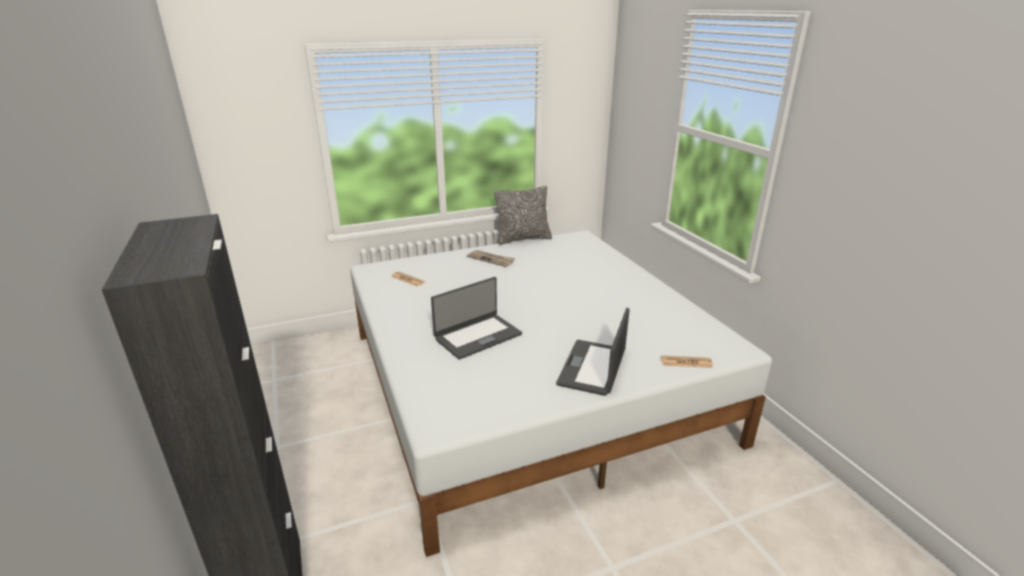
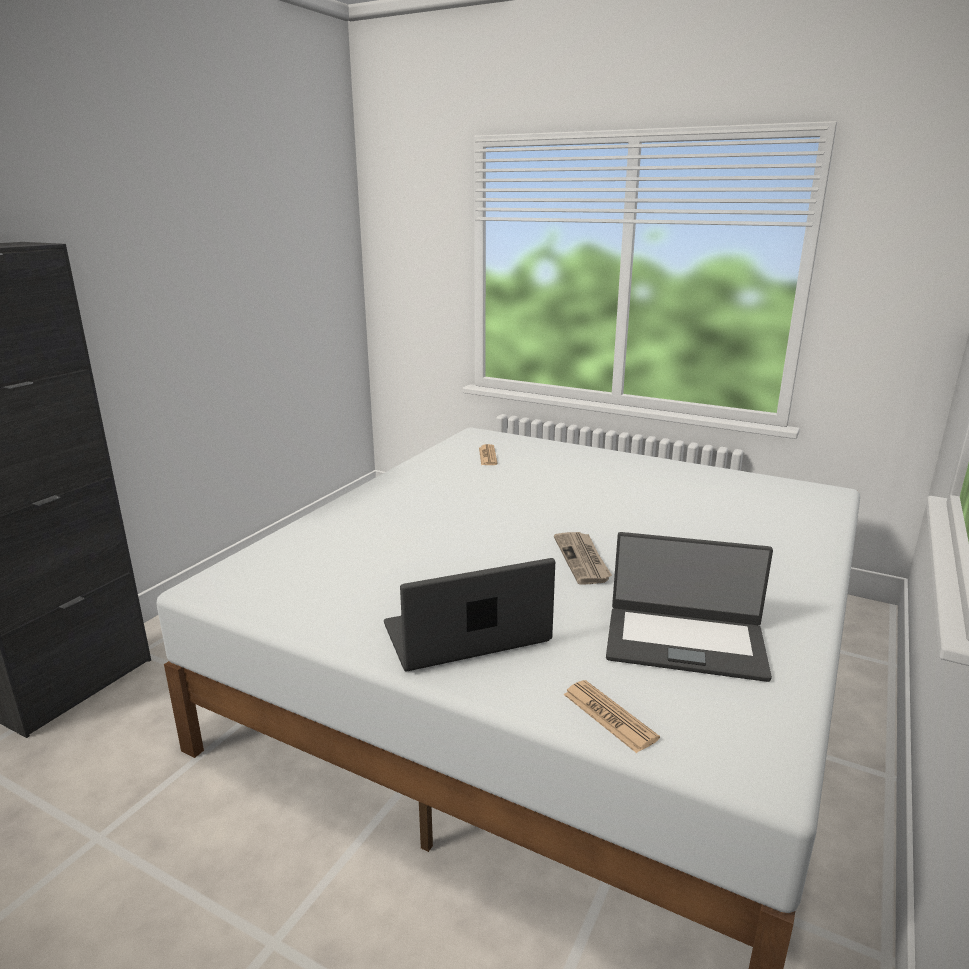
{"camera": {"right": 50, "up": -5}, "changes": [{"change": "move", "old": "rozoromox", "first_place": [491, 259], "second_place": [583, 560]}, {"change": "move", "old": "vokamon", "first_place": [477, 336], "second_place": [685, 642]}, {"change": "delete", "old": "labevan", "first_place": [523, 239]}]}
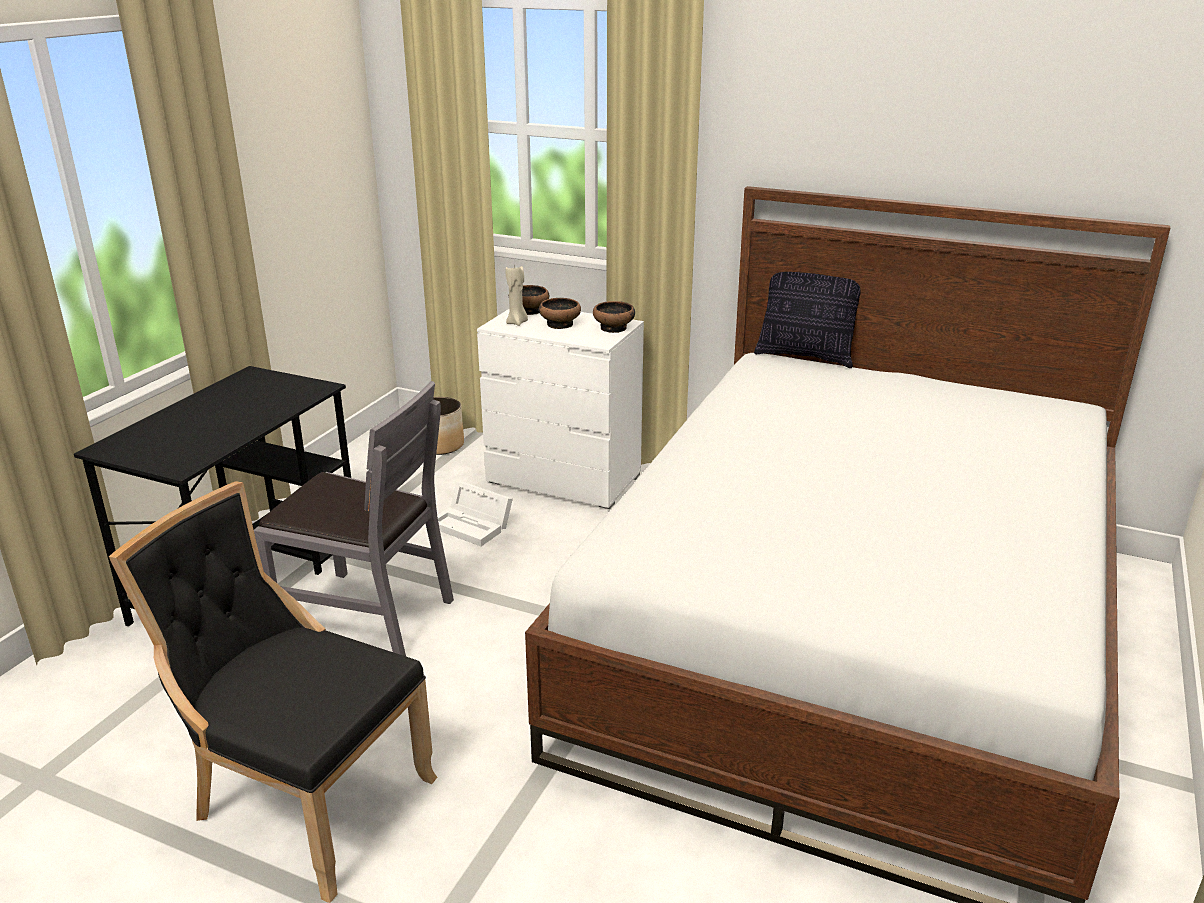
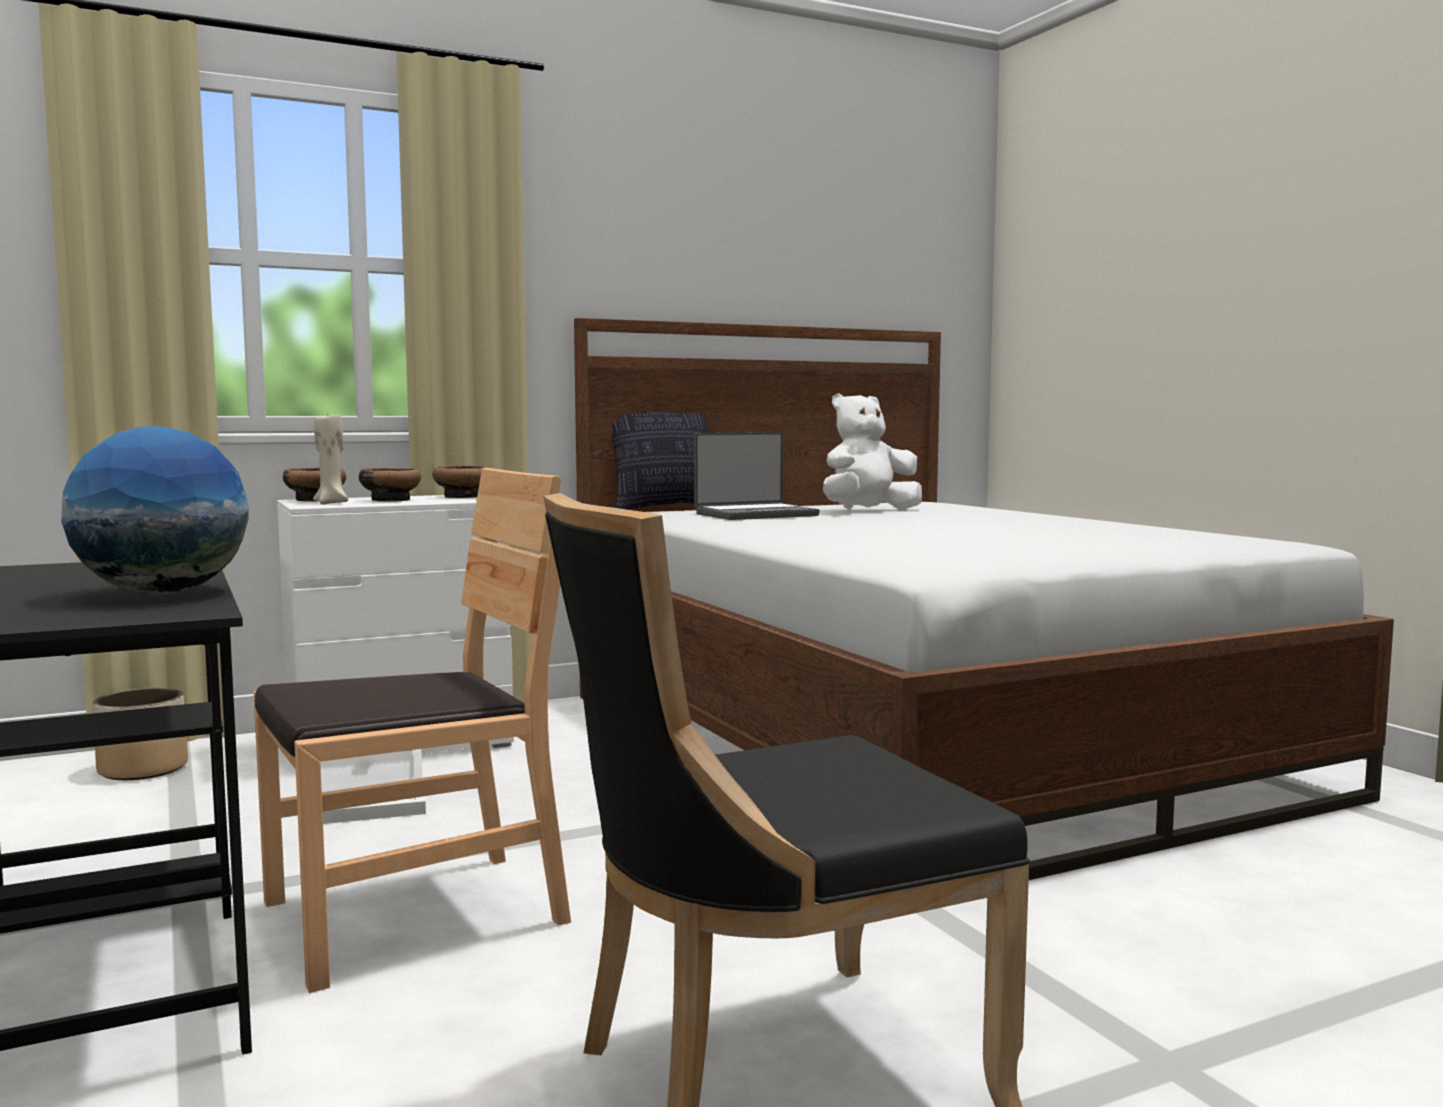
{"camera": {"right": -50, "up": -20}, "changes": [{"change": "insert", "new": "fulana", "second_place": [162, 593]}, {"change": "recolor", "old": "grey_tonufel", "new": "brown_tonufel", "first_place": [366, 616], "second_place": [414, 915]}, {"change": "insert", "new": "vokamon", "second_place": [755, 515]}, {"change": "insert", "new": "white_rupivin", "second_place": [868, 511]}]}
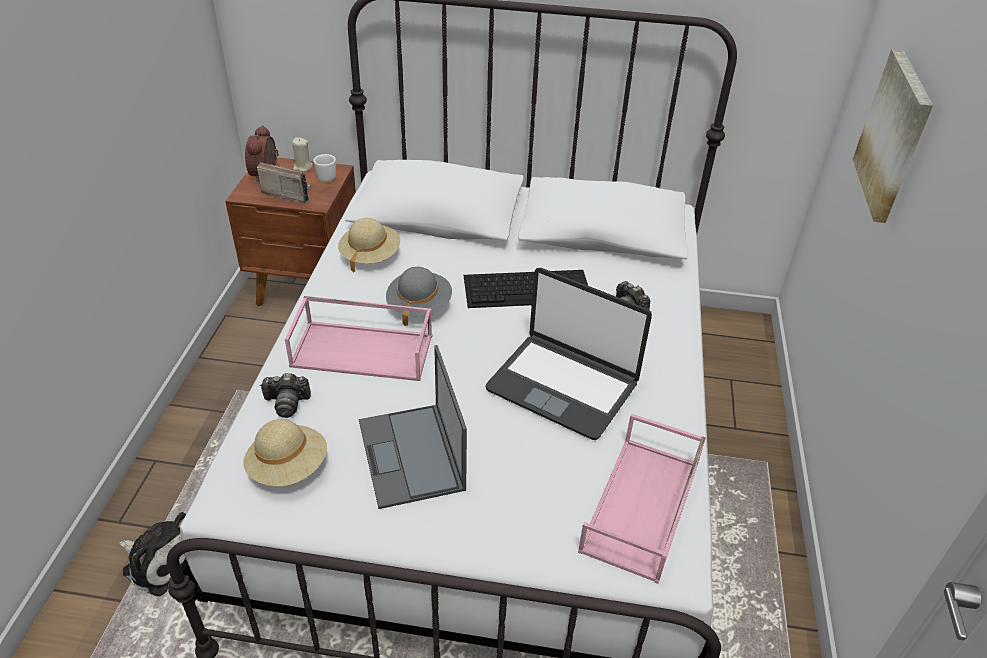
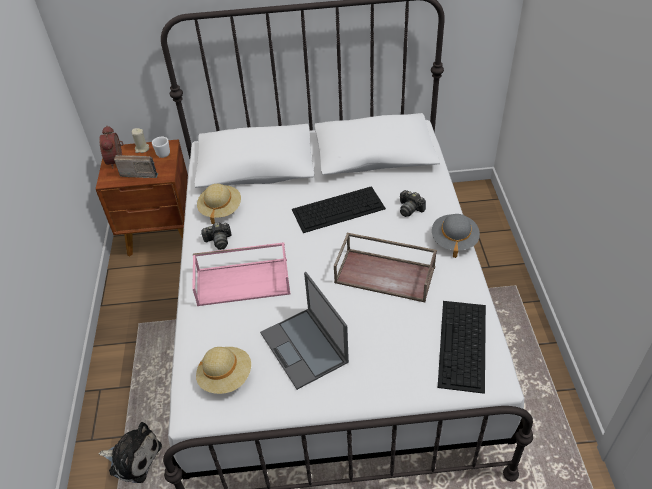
{"camera": {"right": -10, "up": 5}, "changes": [{"change": "move", "old": "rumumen", "first_place": [287, 402], "second_place": [218, 241]}, {"change": "replace", "old": "vokamon", "new": "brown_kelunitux", "first_place": [563, 386], "second_place": [386, 274]}, {"change": "move", "old": "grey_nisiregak", "first_place": [419, 306], "second_place": [454, 240]}, {"change": "replace", "old": "pink_kelunitux", "new": "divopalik", "first_place": [642, 508], "second_place": [463, 345]}, {"change": "delete", "old": "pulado", "first_place": [894, 135]}]}
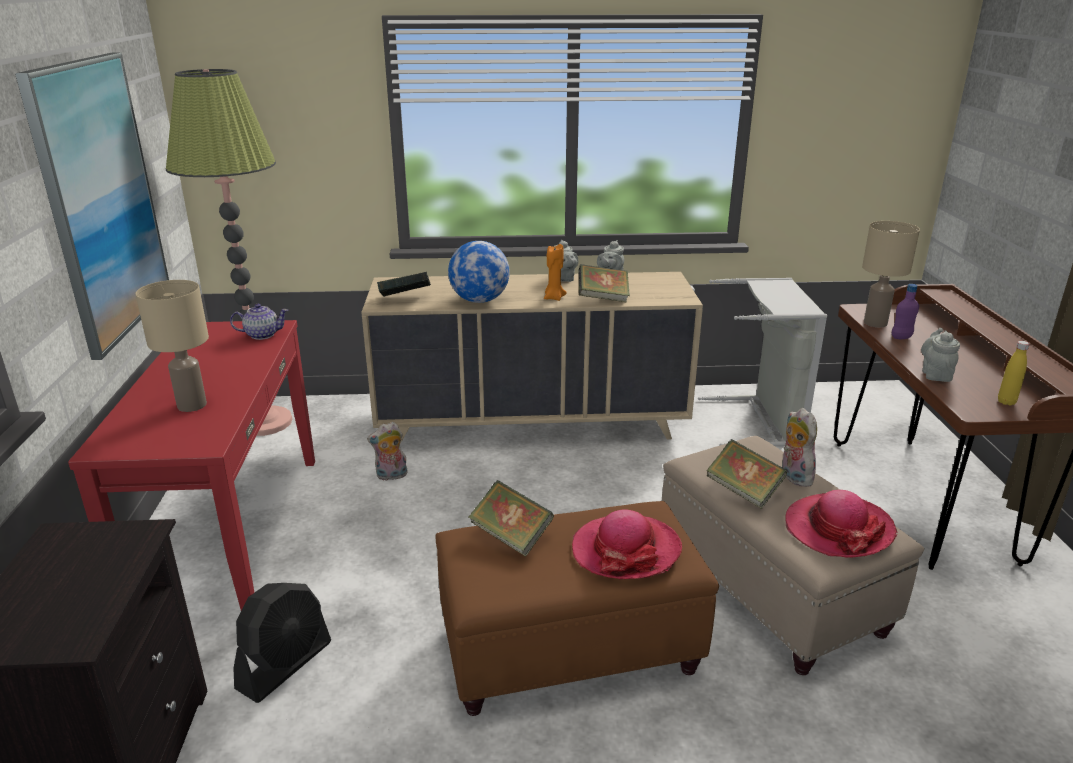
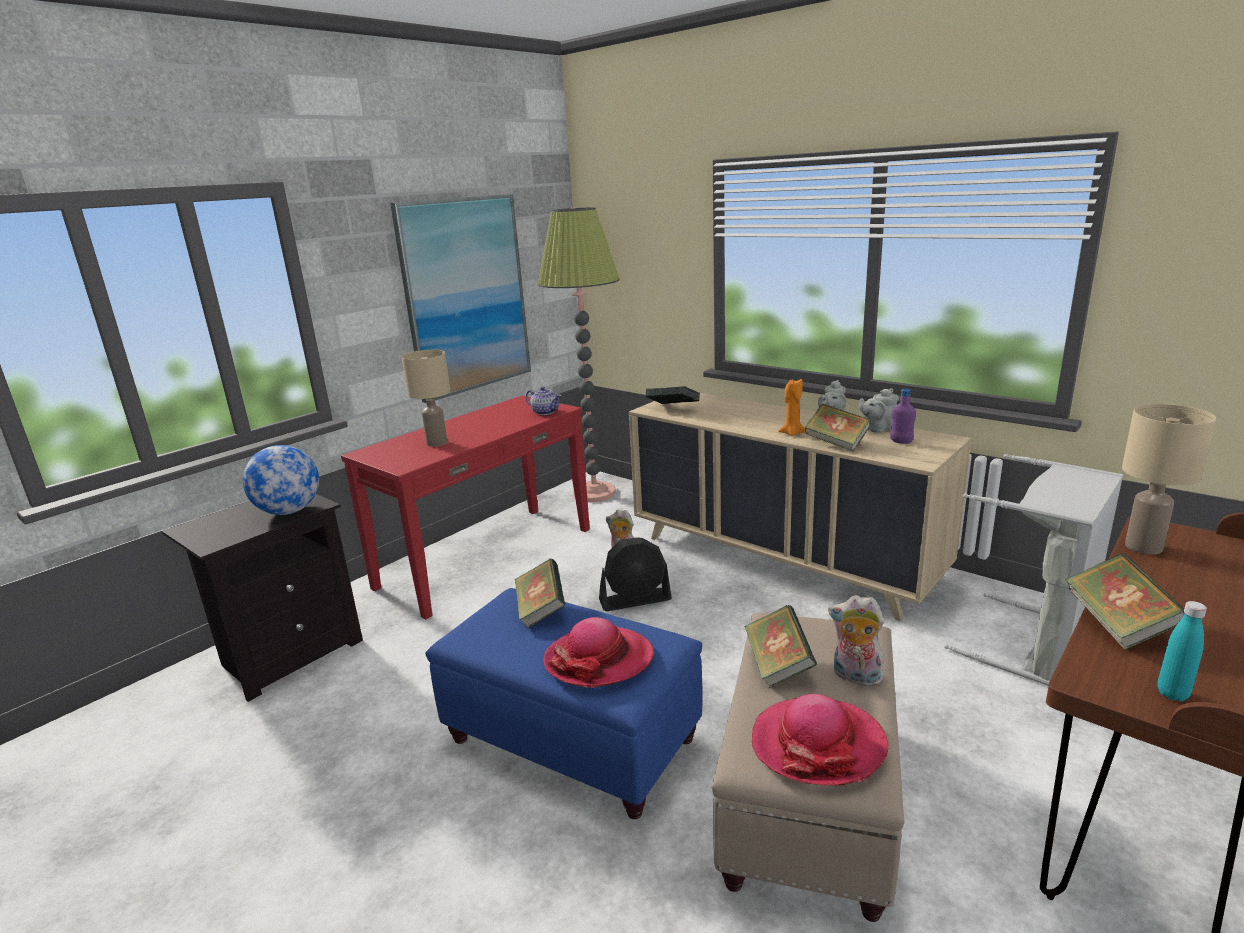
{"camera": {"right": 45, "up": -5}, "changes": [{"change": "move", "old": "fulana", "first_place": [480, 301], "second_place": [289, 511]}, {"change": "recolor", "old": "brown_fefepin", "new": "blue_fefepin", "first_place": [571, 649], "second_place": [573, 740]}, {"change": "move", "old": "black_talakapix", "first_place": [285, 665], "second_place": [635, 600]}, {"change": "rotate", "old": "rupivin", "first_place": [793, 476], "second_place": [855, 677], "degrees": -90}, {"change": "move", "old": "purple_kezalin", "first_place": [901, 337], "second_place": [901, 442]}, {"change": "replace", "old": "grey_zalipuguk", "new": "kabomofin", "first_place": [935, 374], "second_place": [1117, 625]}, {"change": "recolor", "old": "yellow_kezalin", "new": "turquoise_kezalin", "first_place": [1006, 402], "second_place": [1172, 694]}]}
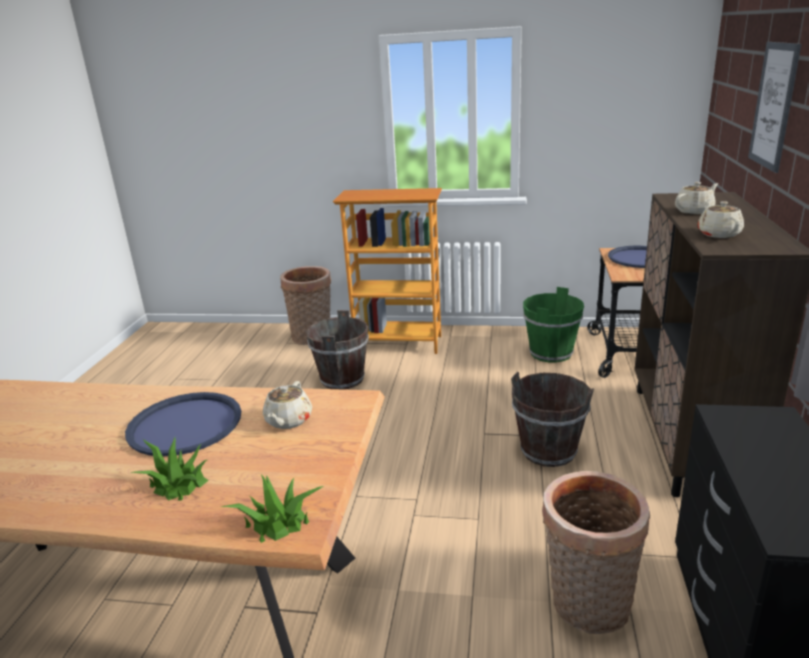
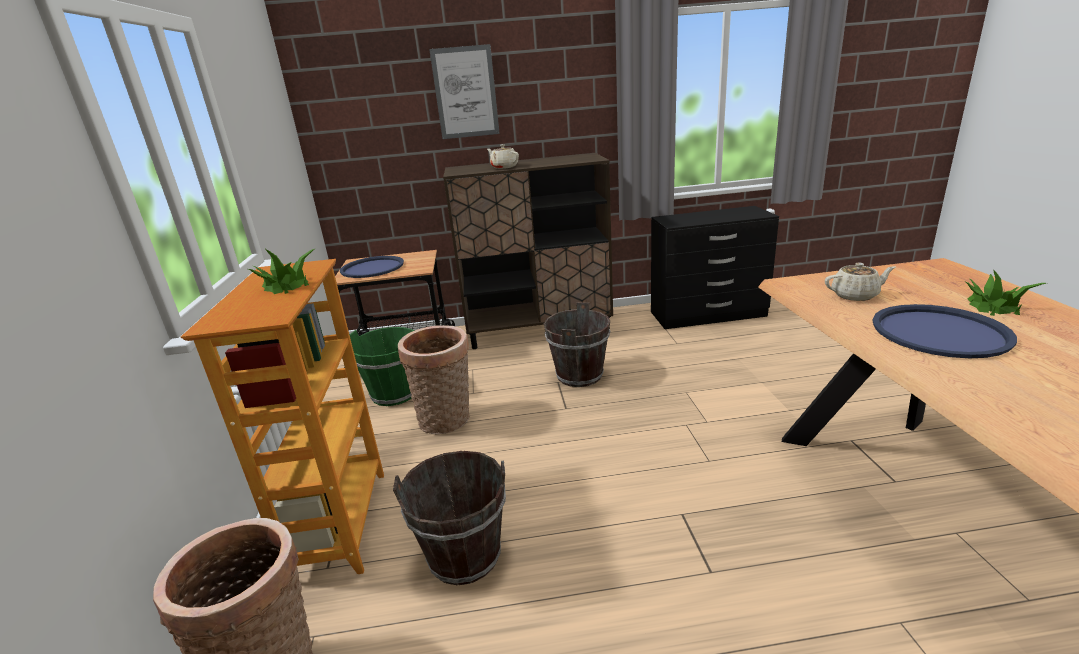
{"camera": {"right": -105, "up": 0}, "changes": [{"change": "move", "old": "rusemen", "first_place": [277, 521], "second_place": [286, 285]}, {"change": "move", "old": "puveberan", "first_place": [587, 607], "second_place": [447, 421]}, {"change": "delete", "old": "beige_zalipuguk", "first_place": [718, 234]}]}
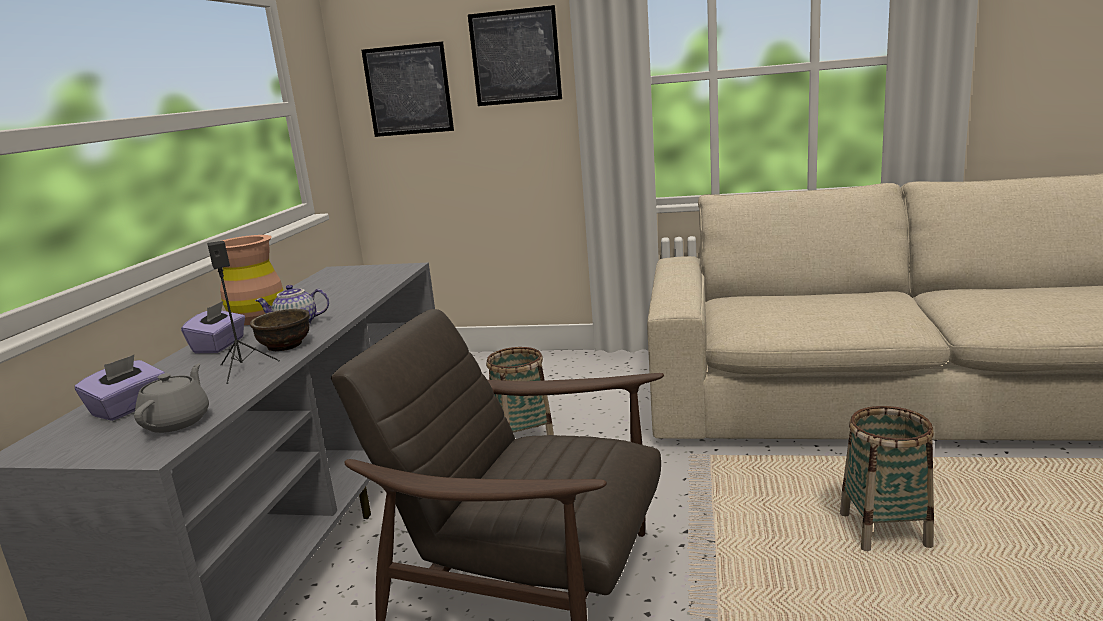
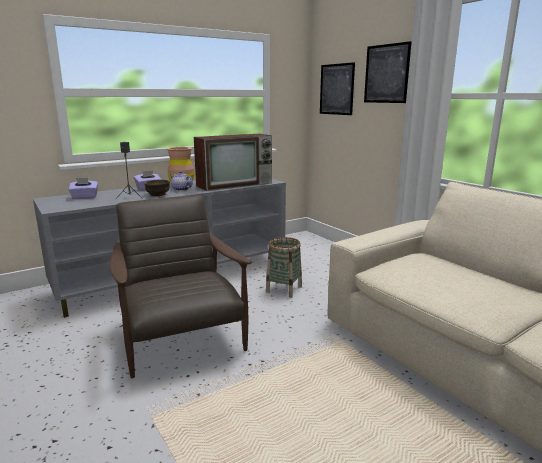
{"camera": {"right": 45, "up": 0}, "changes": [{"change": "insert", "new": "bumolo", "second_place": [235, 184]}, {"change": "delete", "old": "grey_zalipuguk", "first_place": [178, 421]}, {"change": "delete", "old": "puveberan", "first_place": [884, 530]}]}
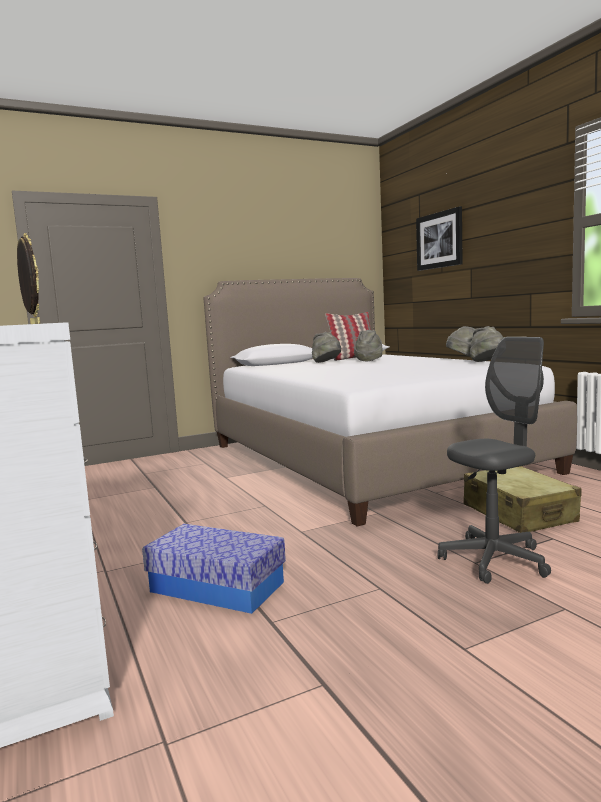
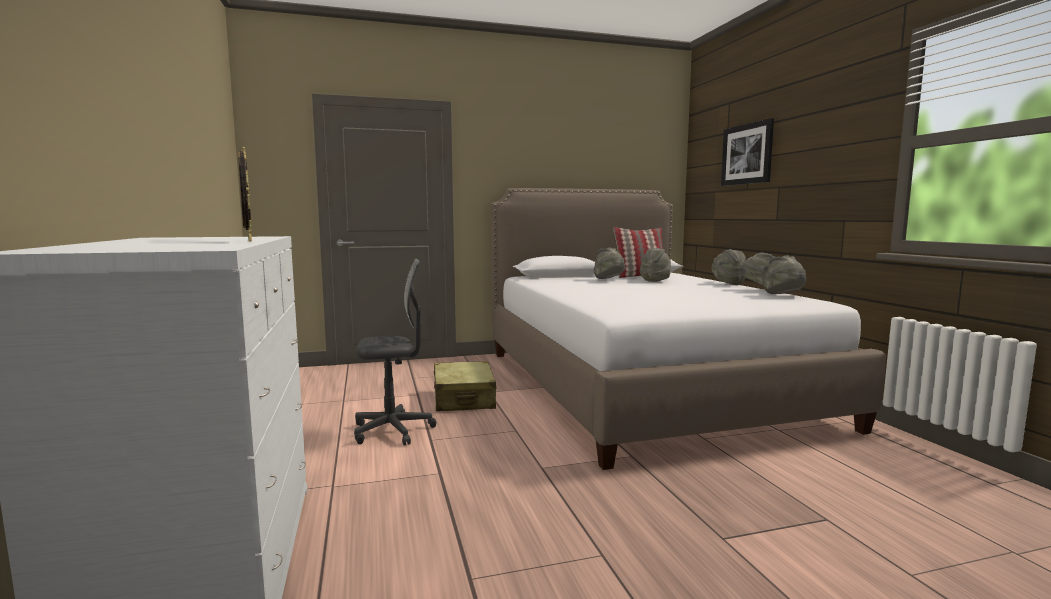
{"camera": {"right": 10, "up": 0}, "changes": [{"change": "move", "old": "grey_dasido", "first_place": [494, 560], "second_place": [393, 431]}, {"change": "move", "old": "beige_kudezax", "first_place": [519, 514], "second_place": [464, 399]}, {"change": "insert", "new": "grey_nisiregak", "second_place": [727, 283]}, {"change": "delete", "old": "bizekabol", "first_place": [216, 587]}]}
